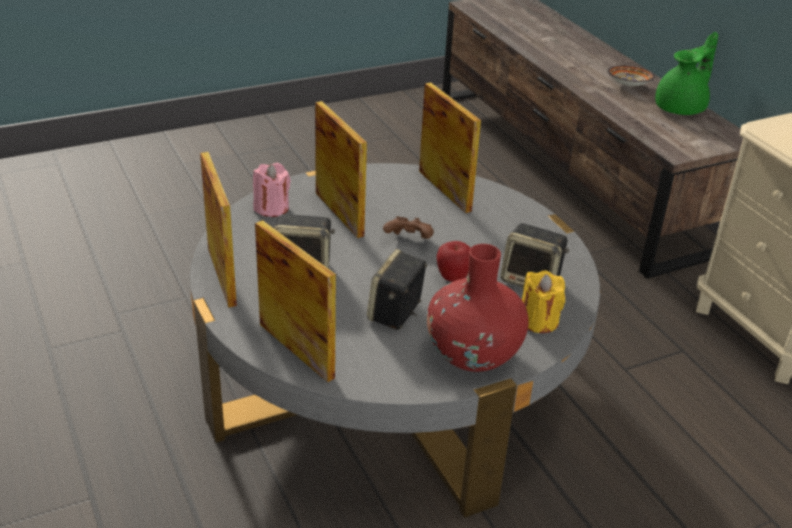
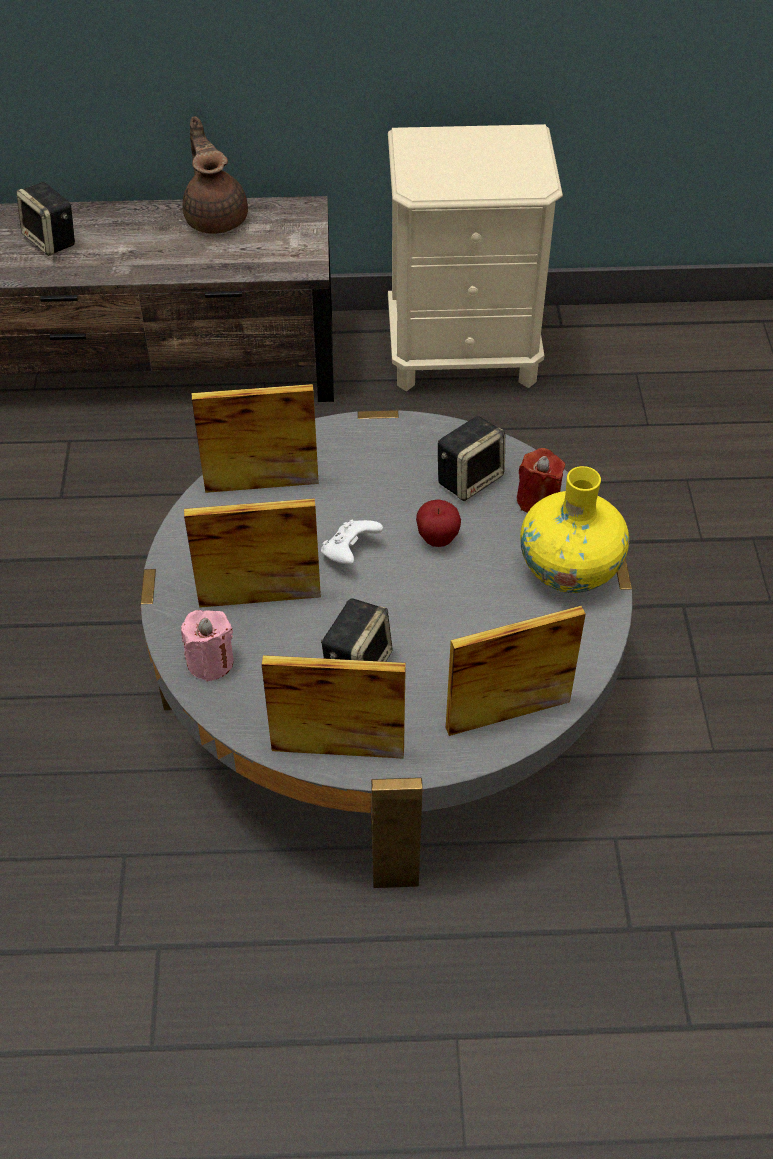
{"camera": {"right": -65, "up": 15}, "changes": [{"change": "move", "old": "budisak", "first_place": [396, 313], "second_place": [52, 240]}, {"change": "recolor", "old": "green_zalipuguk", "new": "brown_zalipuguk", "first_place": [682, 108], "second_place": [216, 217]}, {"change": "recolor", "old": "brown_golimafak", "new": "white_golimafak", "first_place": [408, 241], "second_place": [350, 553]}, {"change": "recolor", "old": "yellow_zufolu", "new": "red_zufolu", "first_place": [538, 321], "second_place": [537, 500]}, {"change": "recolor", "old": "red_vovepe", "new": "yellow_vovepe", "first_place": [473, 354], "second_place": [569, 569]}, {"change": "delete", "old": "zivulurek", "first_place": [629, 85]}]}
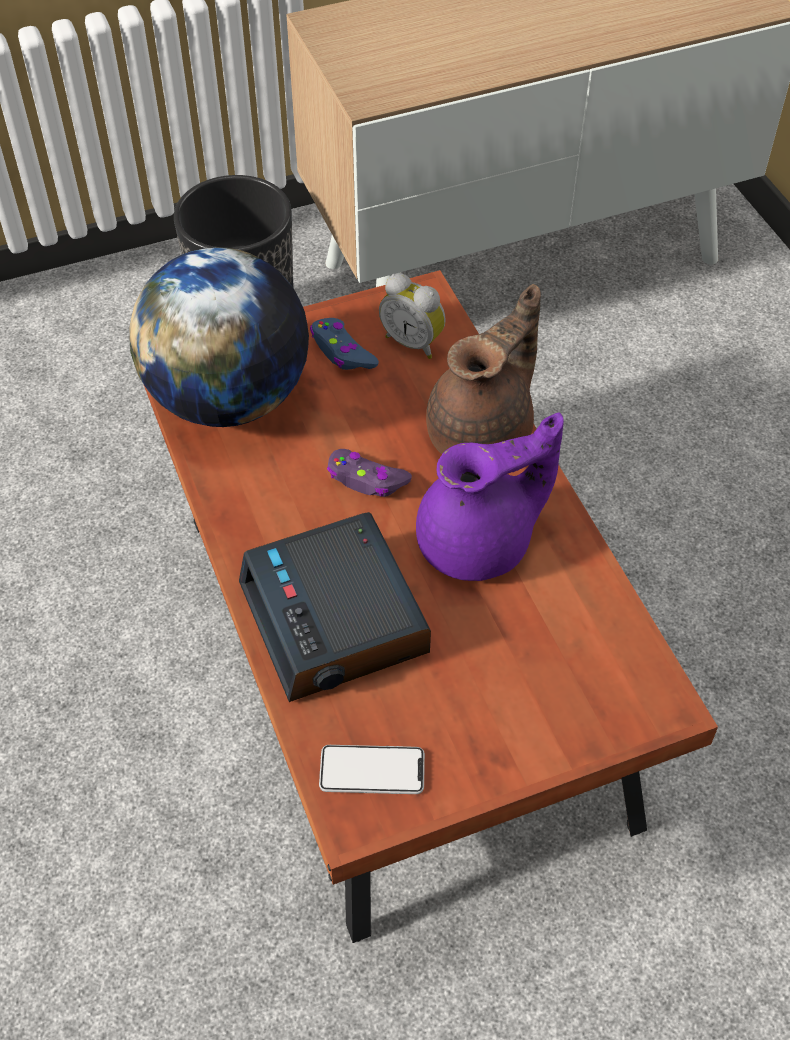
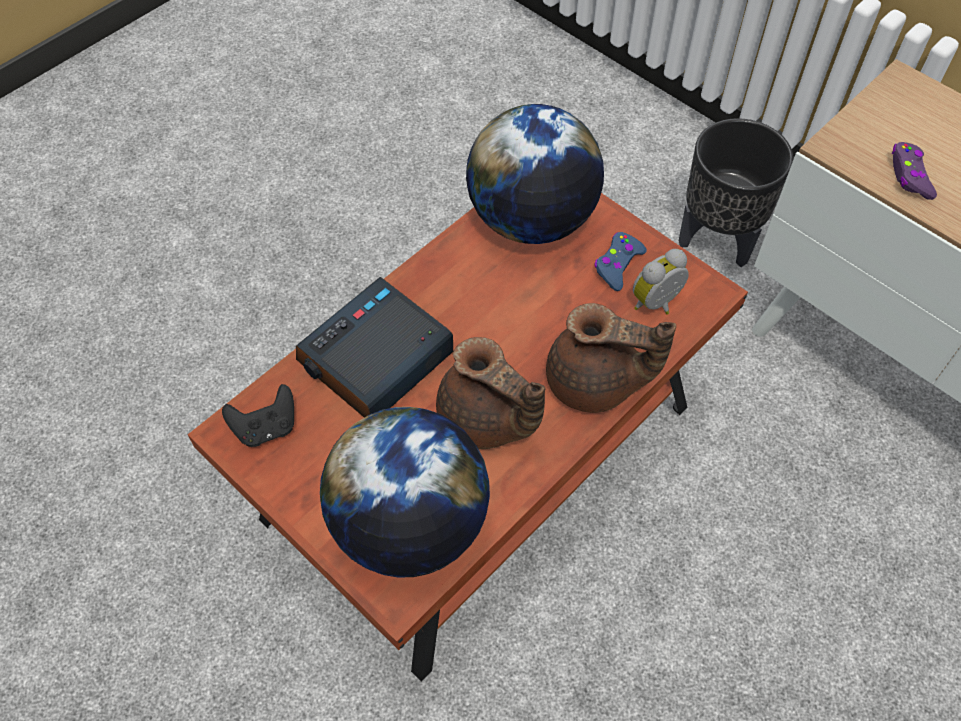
{"camera": {"right": 65, "up": 5}, "changes": [{"change": "replace", "old": "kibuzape", "new": "black_golimafak", "first_place": [372, 770], "second_place": [266, 428]}, {"change": "insert", "new": "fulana", "second_place": [410, 525]}, {"change": "recolor", "old": "purple_zalipuguk", "new": "brown_zalipuguk", "first_place": [480, 543], "second_place": [486, 420]}, {"change": "rotate", "old": "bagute", "first_place": [414, 342], "second_place": [657, 304], "degrees": 45}, {"change": "move", "old": "purple_golimafak", "first_place": [366, 480], "second_place": [909, 176]}]}
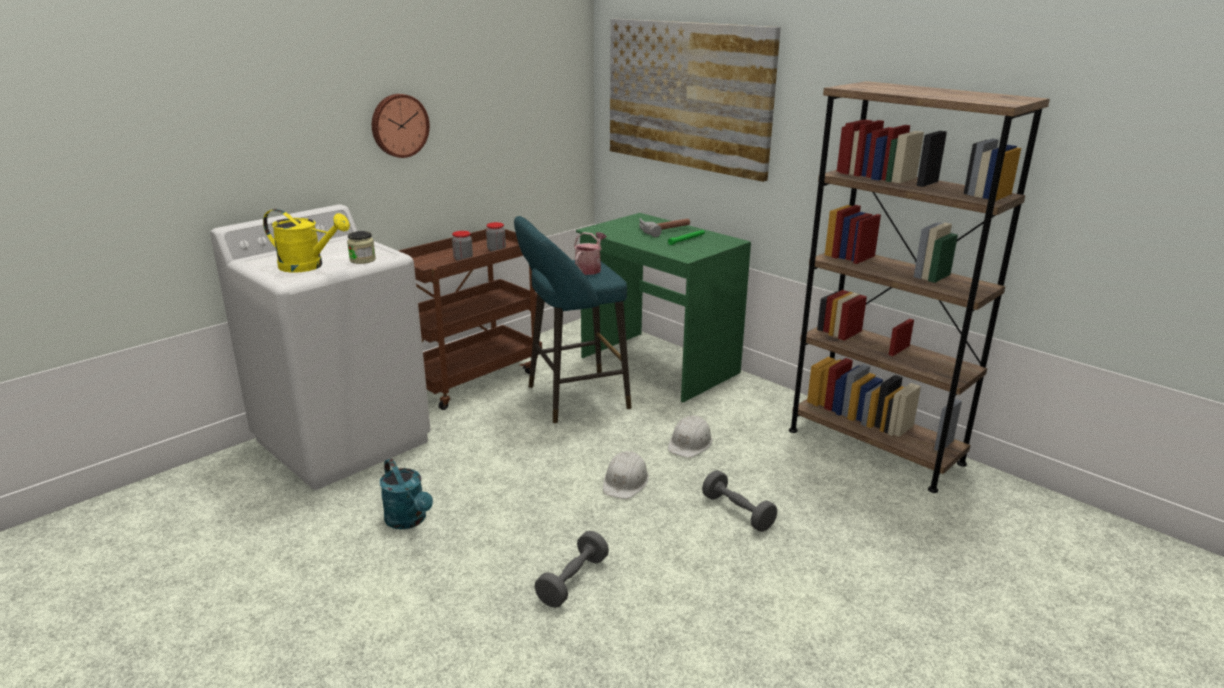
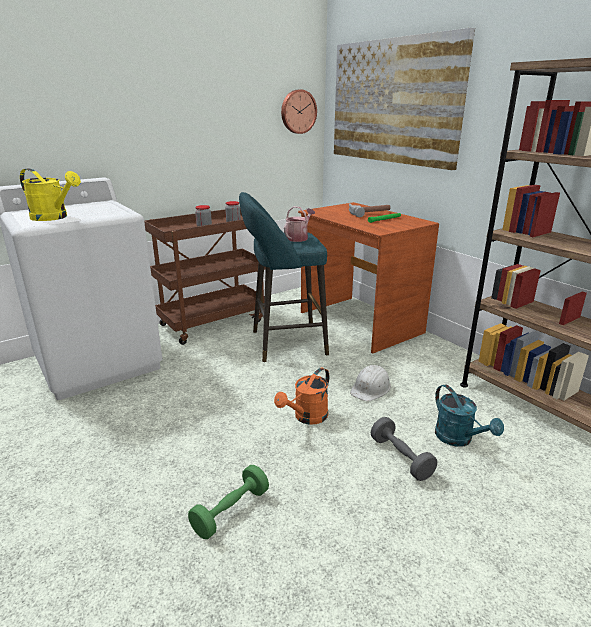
{"camera": {"right": 10, "up": 0}, "changes": [{"change": "recolor", "old": "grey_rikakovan", "new": "green_rikakovan", "first_place": [573, 581], "second_place": [231, 511]}, {"change": "replace", "old": "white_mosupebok", "new": "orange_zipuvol", "first_place": [625, 481], "second_place": [307, 417]}, {"change": "move", "old": "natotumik", "first_place": [399, 125], "second_place": [298, 111]}, {"change": "recolor", "old": "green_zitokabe", "new": "brown_zitokabe", "first_place": [657, 365], "second_place": [359, 322]}, {"change": "move", "old": "turquoise_zipuvol", "first_place": [409, 521], "second_place": [458, 439]}, {"change": "delete", "old": "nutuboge", "first_place": [362, 260]}]}
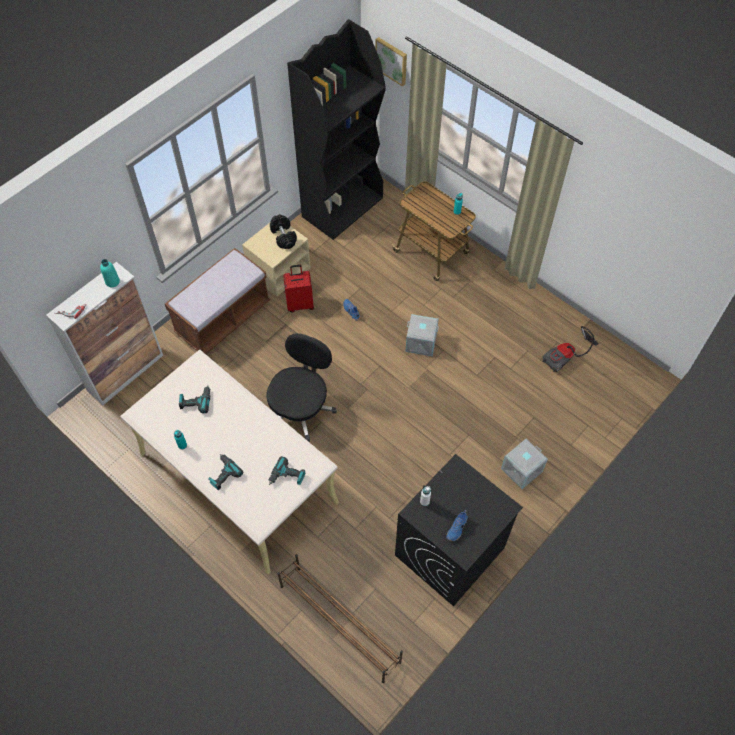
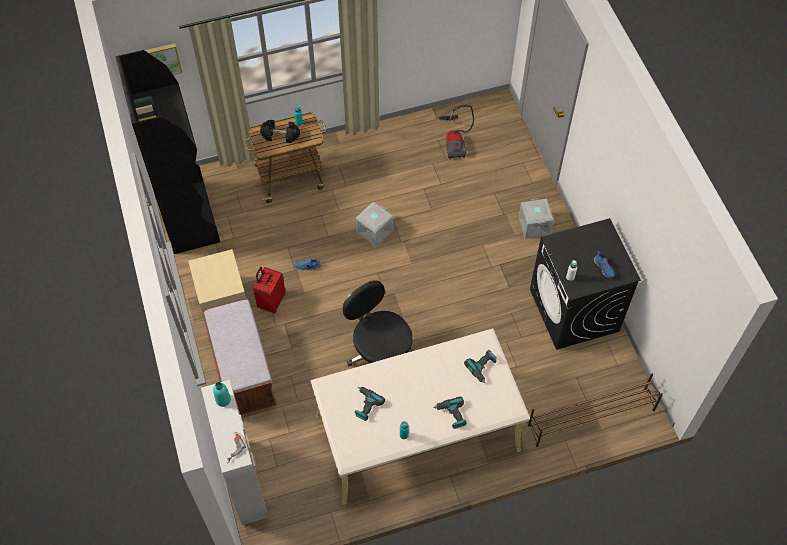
{"camera": {"right": -60, "up": 0}, "changes": [{"change": "move", "old": "black_rikakovan", "first_place": [284, 236], "second_place": [280, 135]}]}
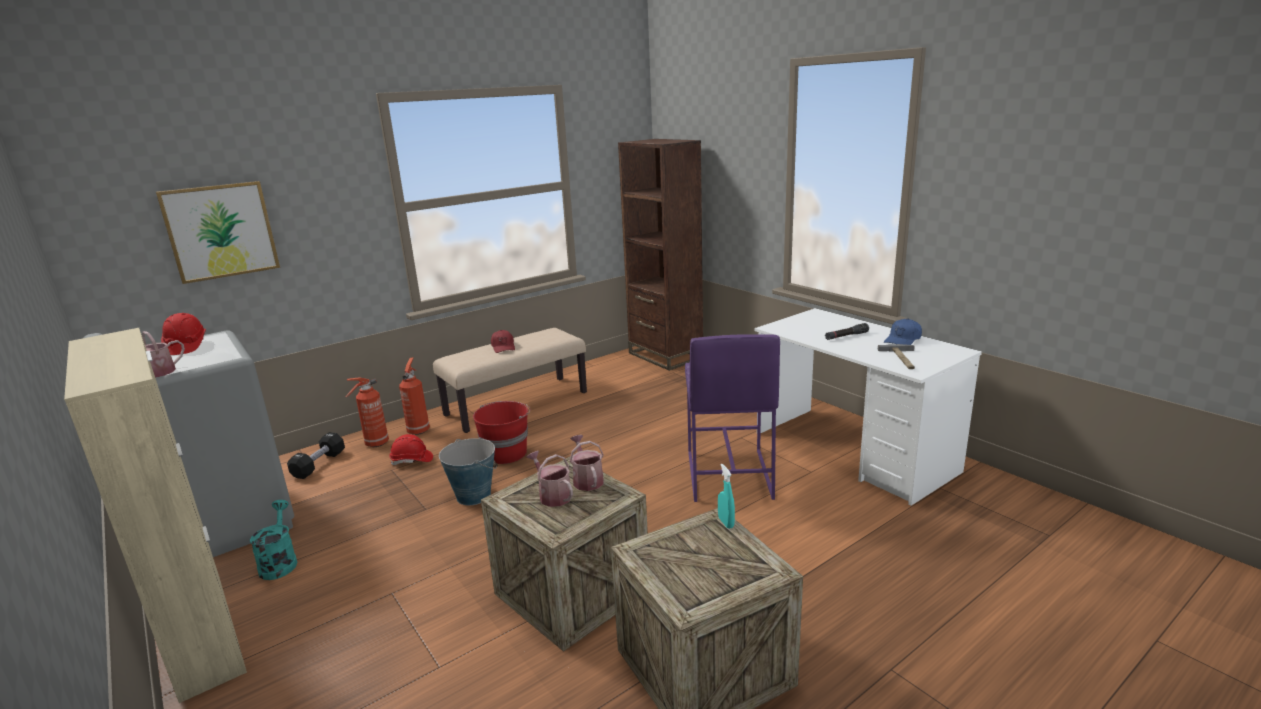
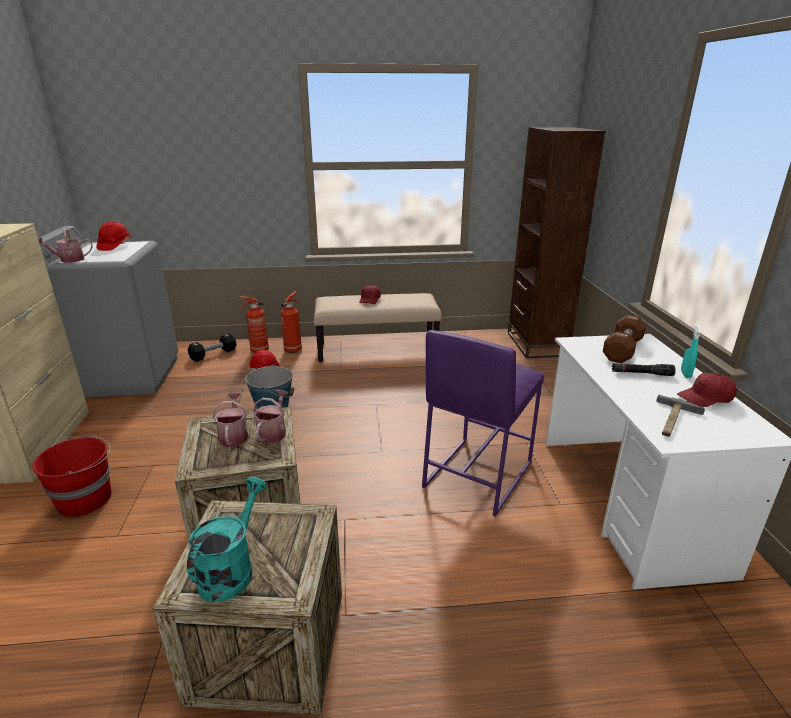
{"camera": {"right": 30, "up": 5}, "changes": [{"change": "move", "old": "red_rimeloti", "first_place": [506, 453], "second_place": [86, 499]}, {"change": "move", "old": "turquoise_zipuvol", "first_place": [279, 562], "second_place": [231, 569]}, {"change": "insert", "new": "brown_rikakovan", "second_place": [622, 350]}, {"change": "recolor", "old": "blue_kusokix", "new": "red_kusokix", "first_place": [903, 340], "second_place": [706, 398]}, {"change": "move", "old": "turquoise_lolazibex", "first_place": [726, 522], "second_place": [685, 374]}, {"change": "delete", "old": "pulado", "first_place": [220, 231]}]}
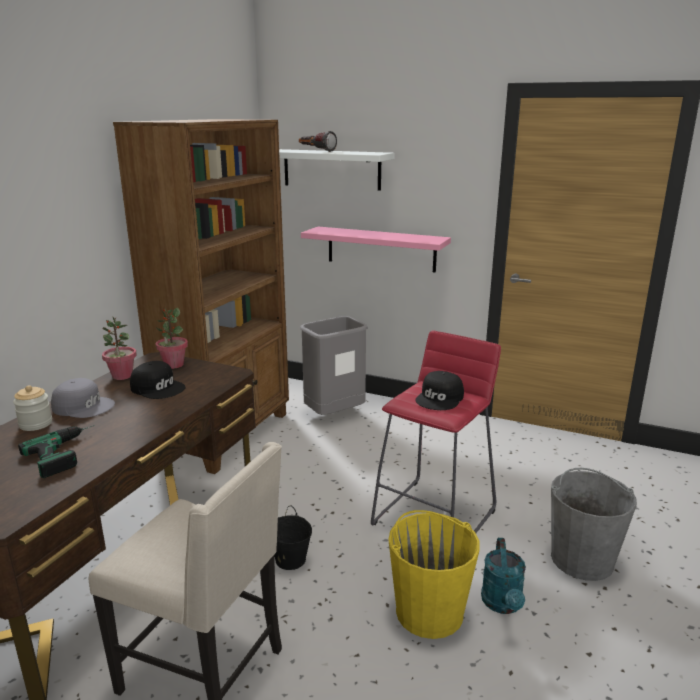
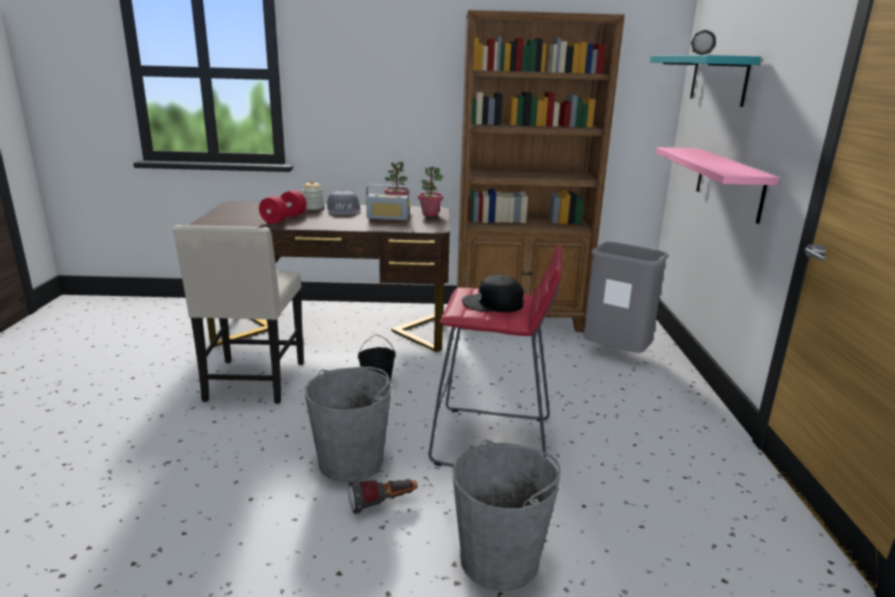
{"camera": {"right": 65, "up": 0}, "changes": [{"change": "replace", "old": "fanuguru", "new": "red_rikakovan", "first_place": [68, 452], "second_place": [284, 219]}, {"change": "recolor", "old": "yellow_rimeloti", "new": "grey_rimeloti", "first_place": [429, 611], "second_place": [351, 461]}, {"change": "replace", "old": "turquoise_zipuvol", "new": "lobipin", "first_place": [503, 605], "second_place": [383, 504]}, {"change": "replace", "old": "black_kusokix", "new": "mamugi", "first_place": [158, 387], "second_place": [388, 218]}, {"change": "recolor", "old": "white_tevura", "new": "turquoise_tevura", "first_place": [331, 169], "second_place": [718, 79]}]}
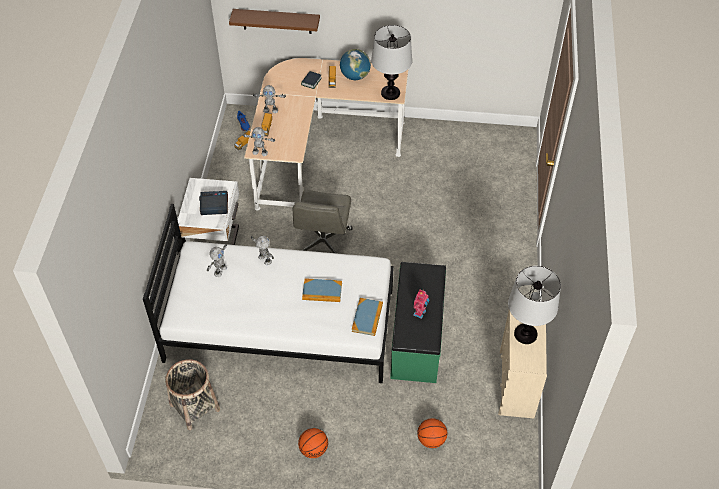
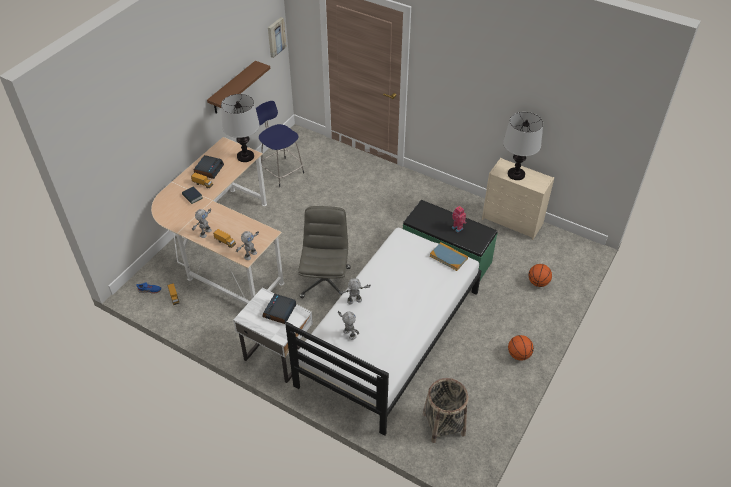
{"camera": {"right": -65, "up": -5}, "changes": [{"change": "replace", "old": "fulana", "new": "bagute", "first_place": [355, 76], "second_place": [209, 169]}, {"change": "move", "old": "brown_tevura", "first_place": [277, 21], "second_place": [233, 88]}, {"change": "insert", "new": "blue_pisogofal", "second_place": [281, 171]}, {"change": "insert", "new": "pulado", "second_place": [275, 37]}, {"change": "rotate", "old": "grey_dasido", "first_place": [323, 245], "second_place": [325, 281], "degrees": -120}, {"change": "delete", "old": "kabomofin", "first_place": [322, 291]}]}
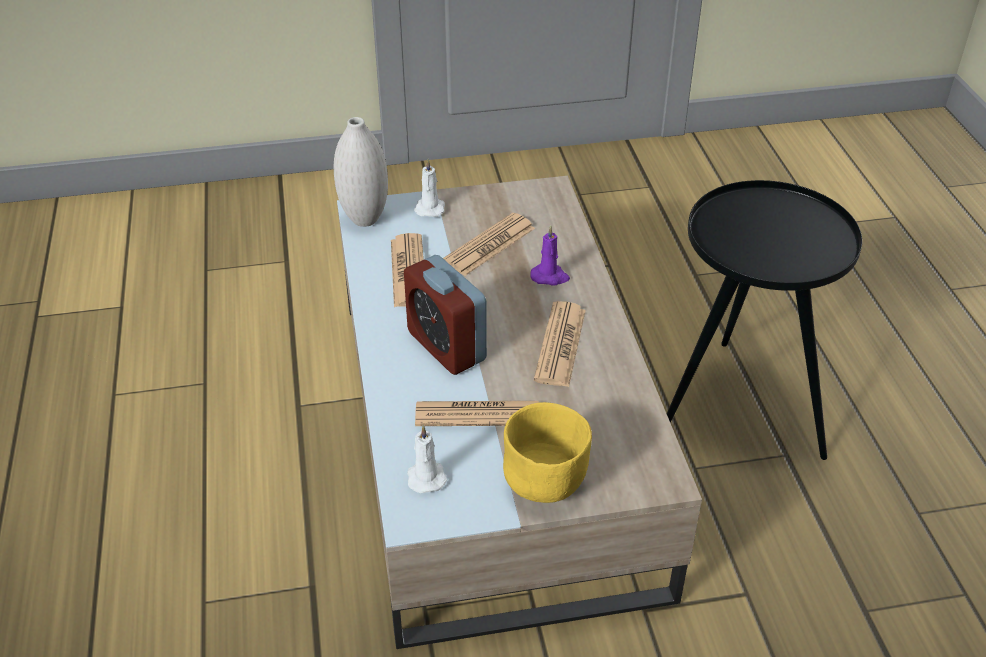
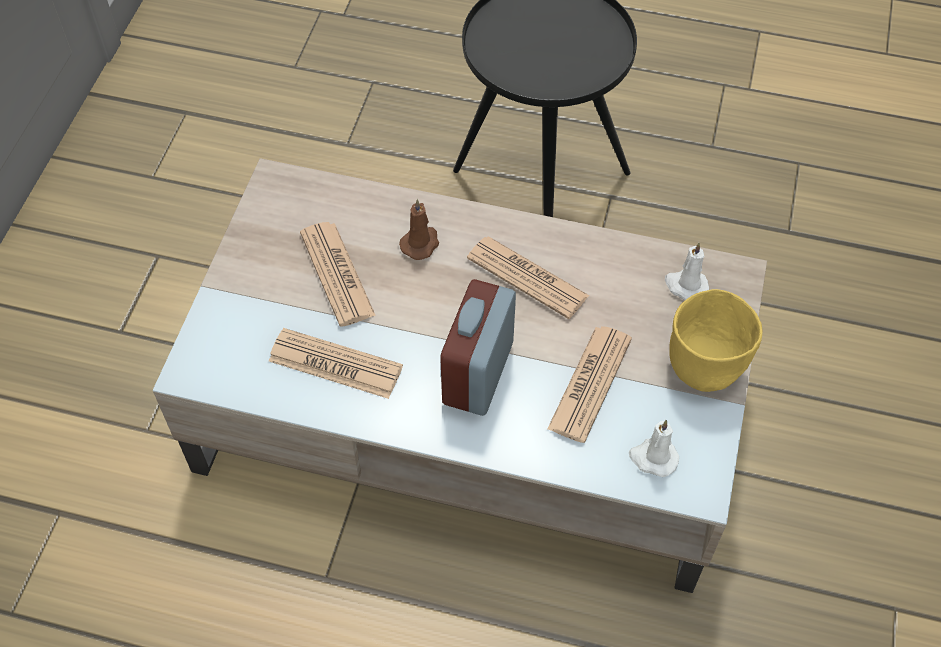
{"camera": {"right": -65, "up": 15}, "changes": [{"change": "recolor", "old": "purple_zufolu", "new": "brown_zufolu", "first_place": [550, 277], "second_place": [421, 243]}, {"change": "rotate", "old": "bagute", "first_place": [446, 346], "second_place": [478, 373], "degrees": 120}, {"change": "move", "old": "white_zufolu", "first_place": [430, 208], "second_place": [685, 286]}, {"change": "delete", "old": "white_vovepe", "first_place": [365, 219]}]}
